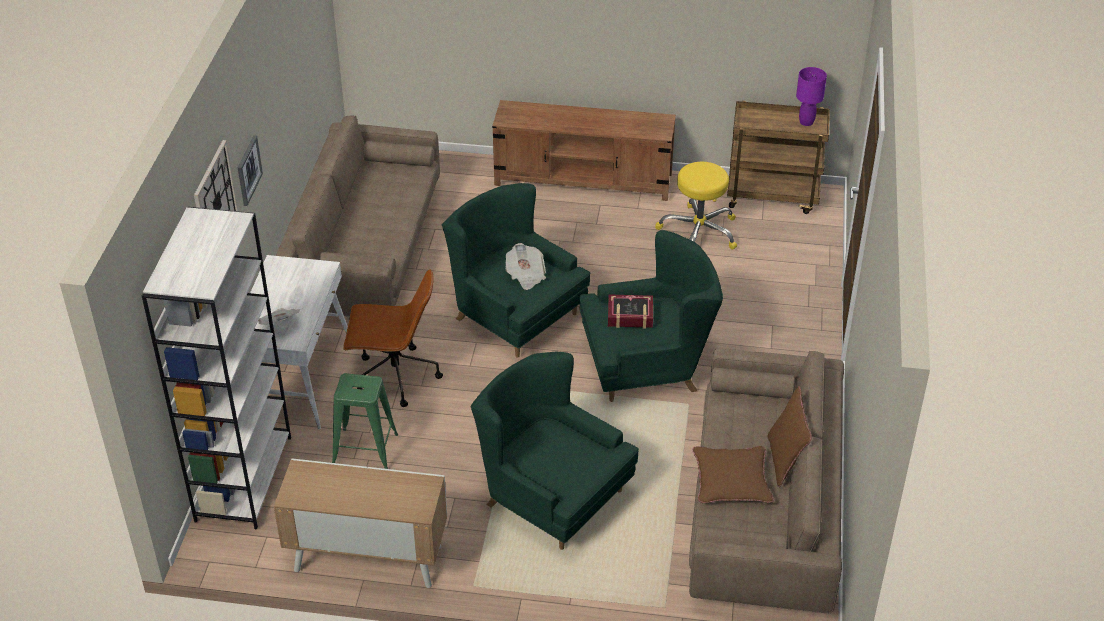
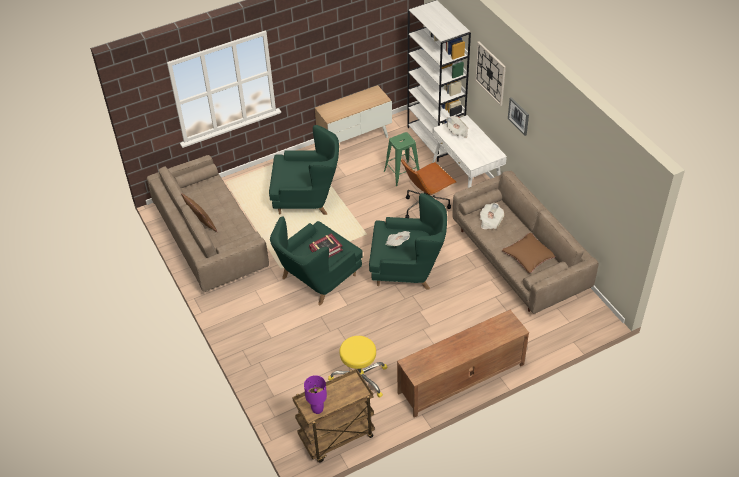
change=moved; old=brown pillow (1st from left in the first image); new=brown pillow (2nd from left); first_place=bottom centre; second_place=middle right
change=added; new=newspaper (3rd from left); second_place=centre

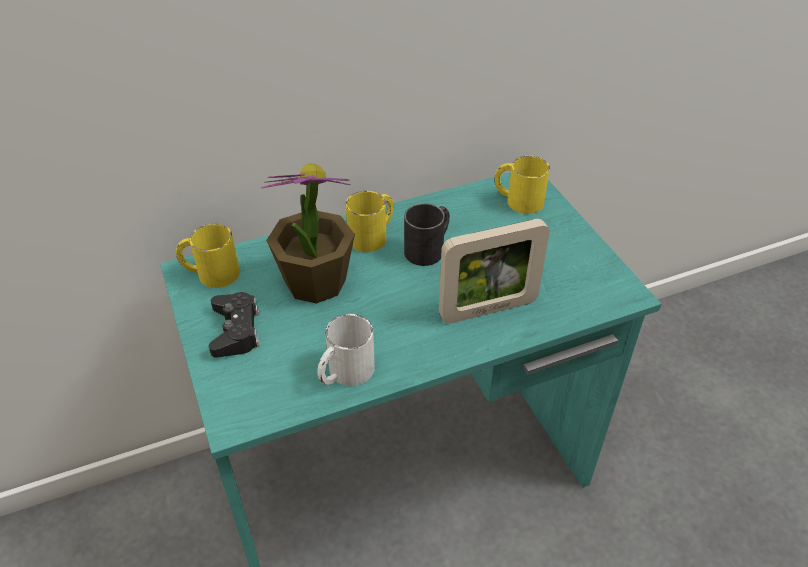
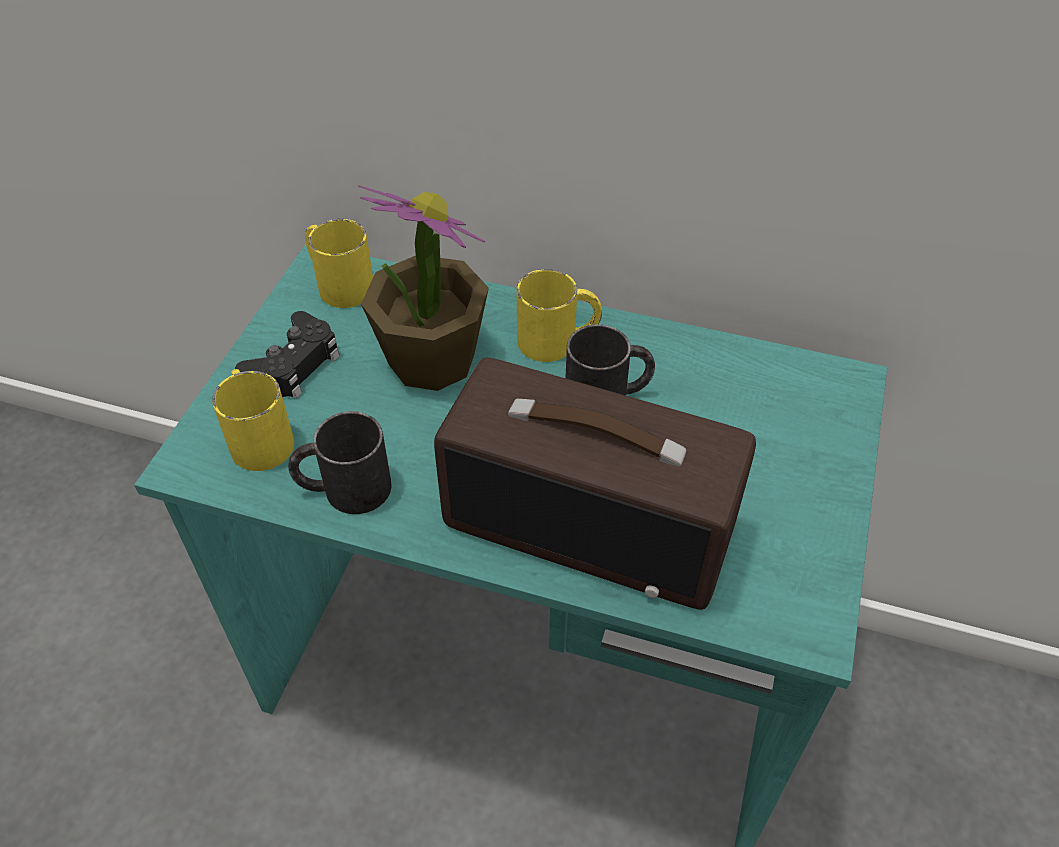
change=recoloured; old=white mug; new=black mug (1st from left); first_place=centre; second_place=middle left
change=replaced; old=picture frame; new=radio; first_place=centre; second_place=centre
change=moved; old=yellow mug (3rd from left in the first image); new=yellow mug (1st from left); first_place=top centre; second_place=middle left

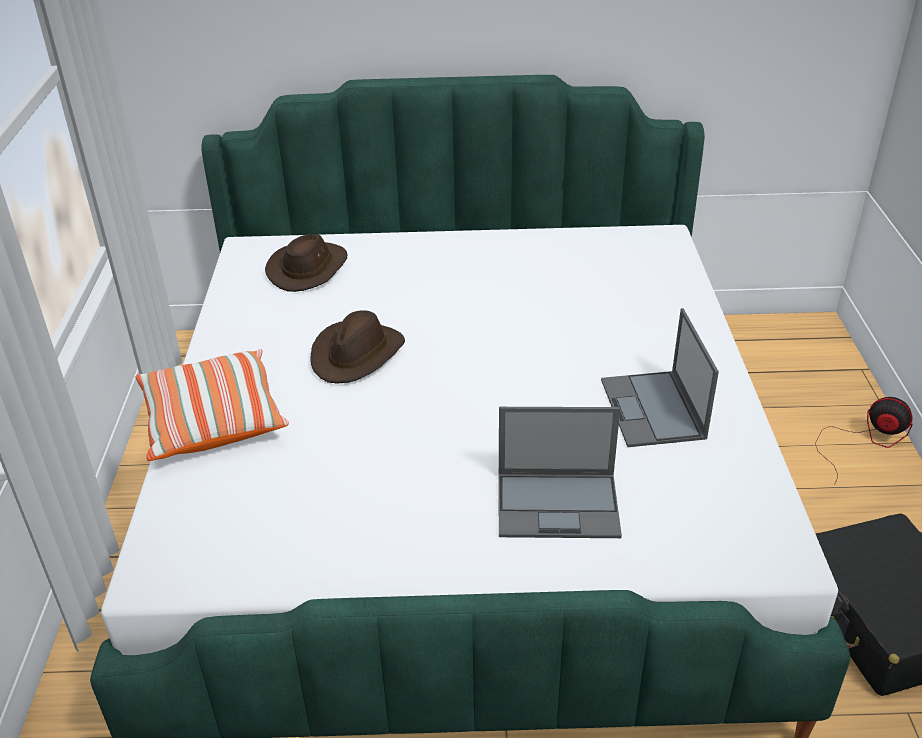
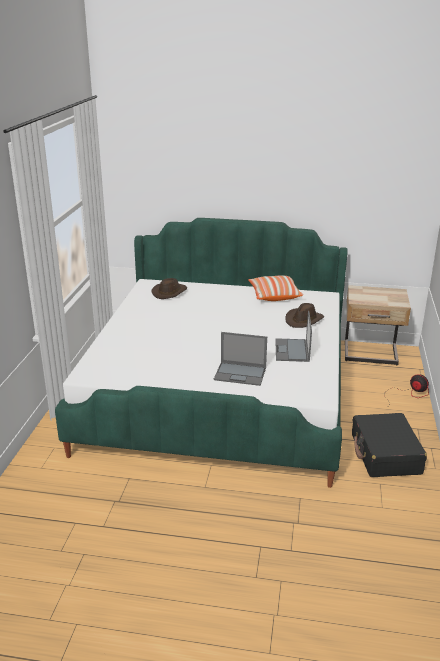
change=moved; old=pillow; first_place=middle left; second_place=centre
change=moved; old=brown hat (2nd from left); first_place=centre; second_place=middle right
change=added; new=beige nightstand; second_place=middle right

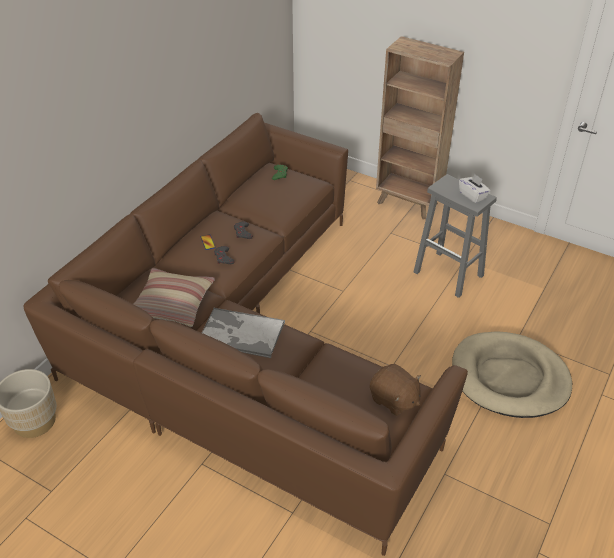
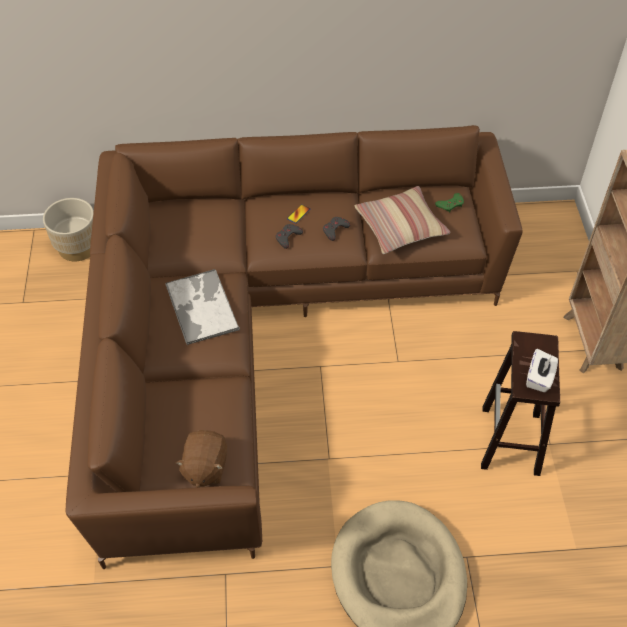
change=moved; old=pillow; first_place=middle left; second_place=centre
change=recoloured; old=grey stool; new=brown stool; first_place=middle right; second_place=middle right

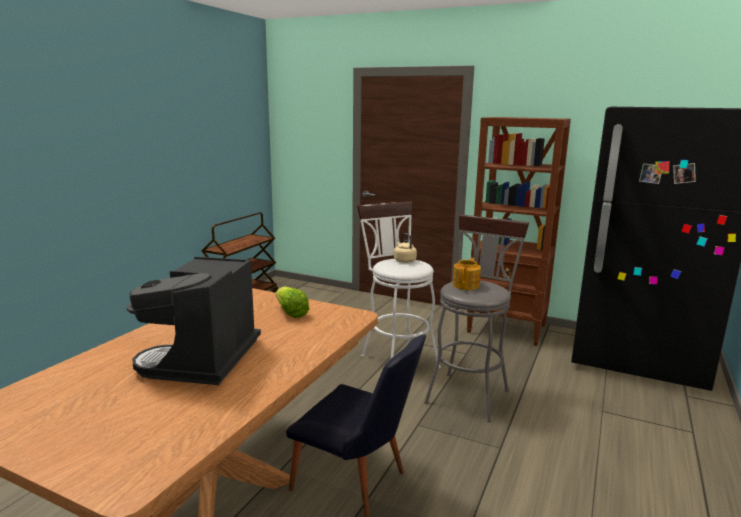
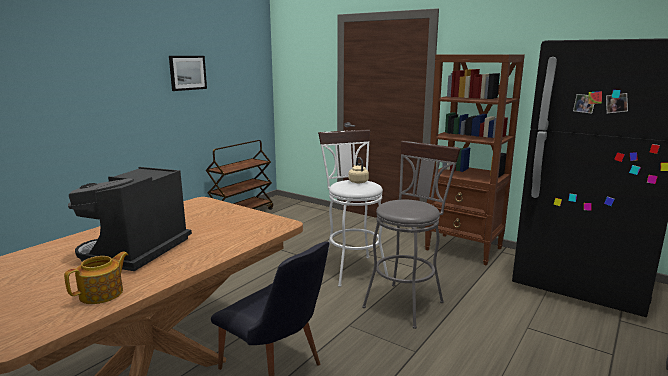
change=removed; old=lettuce; first_place=centre
change=moved; old=teapot; first_place=centre; second_place=bottom left
change=added; new=picture; second_place=top left

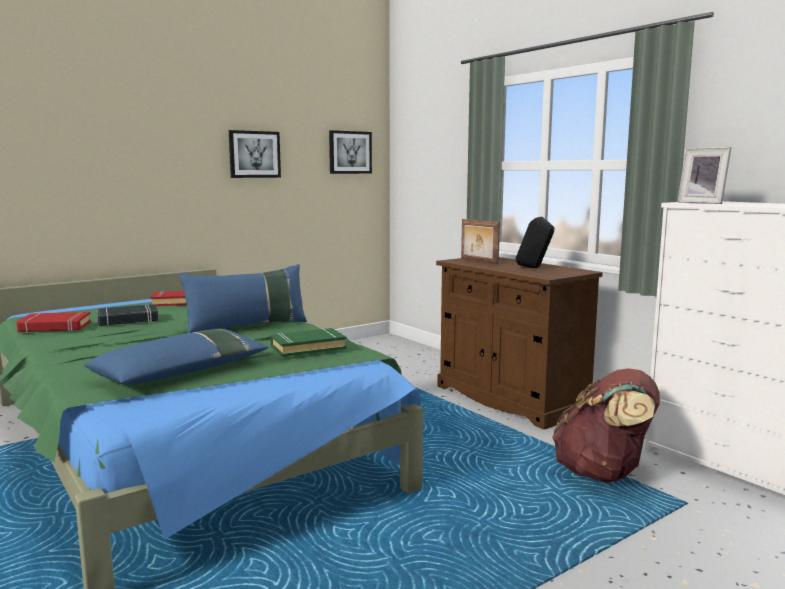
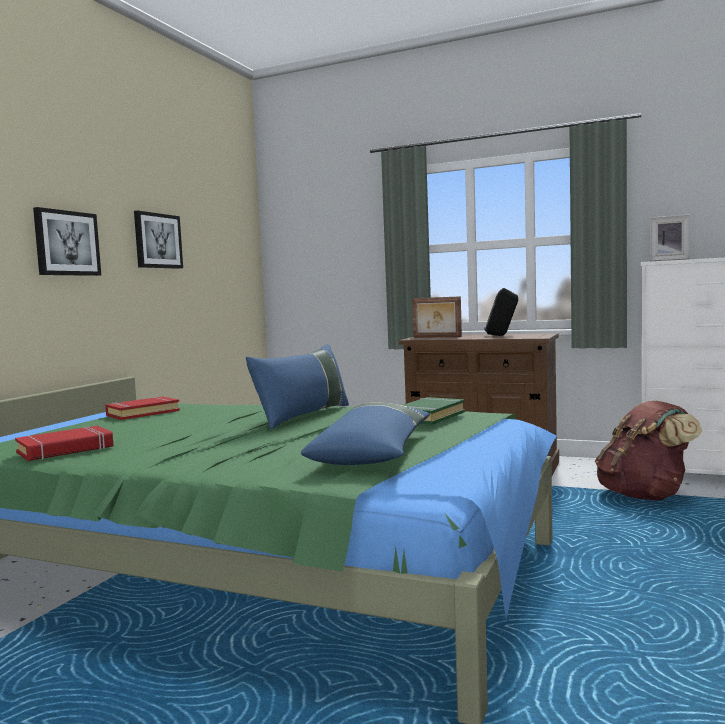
change=removed; old=black book; first_place=middle left
change=moved; old=picture (2nd from left in the first image); new=picture (1st from left); first_place=top centre; second_place=top left

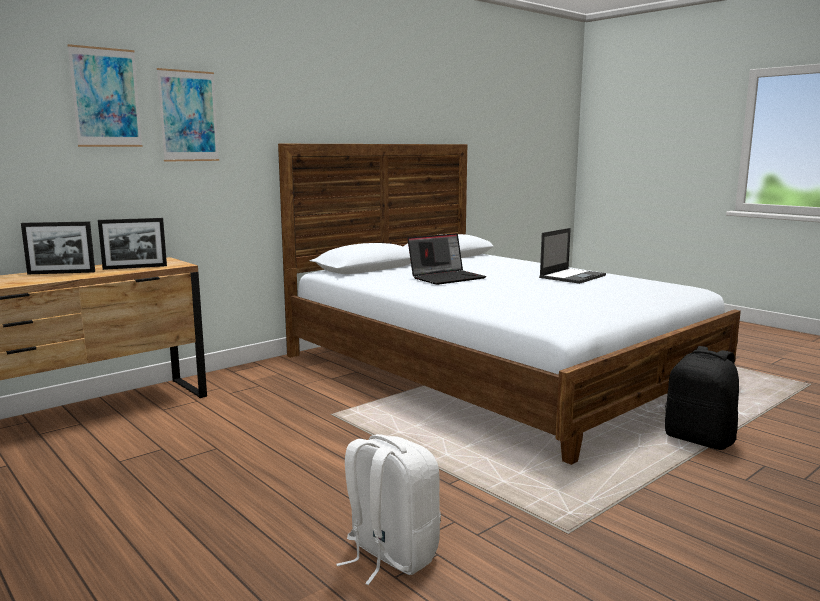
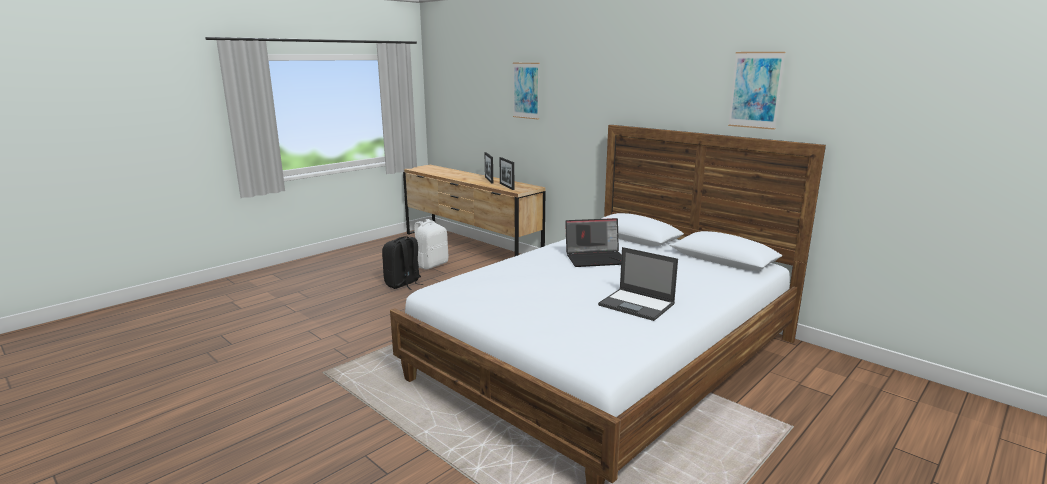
change=moved; old=picture (2nd from left); first_place=top left; second_place=top right
change=moved; old=white backpack; first_place=bottom centre; second_place=centre
change=turned; old=laptop (1st from left); first_place=centre; second_place=centre; degrees=-60
change=moved; old=black backpack; first_place=middle right; second_place=centre

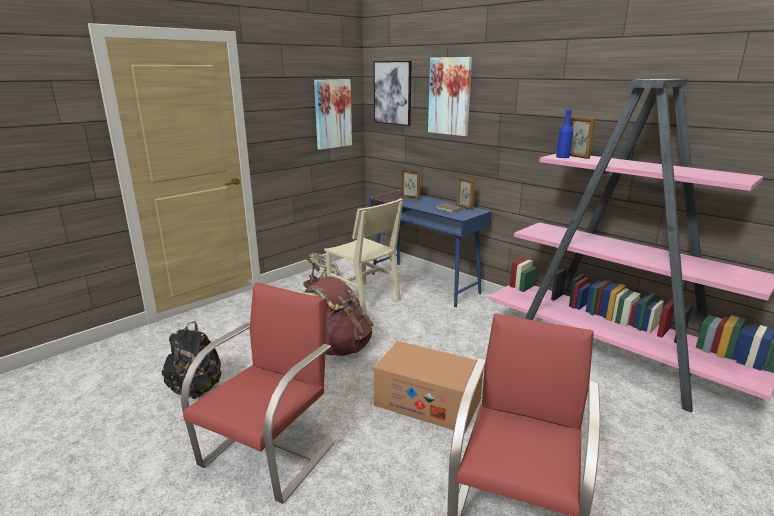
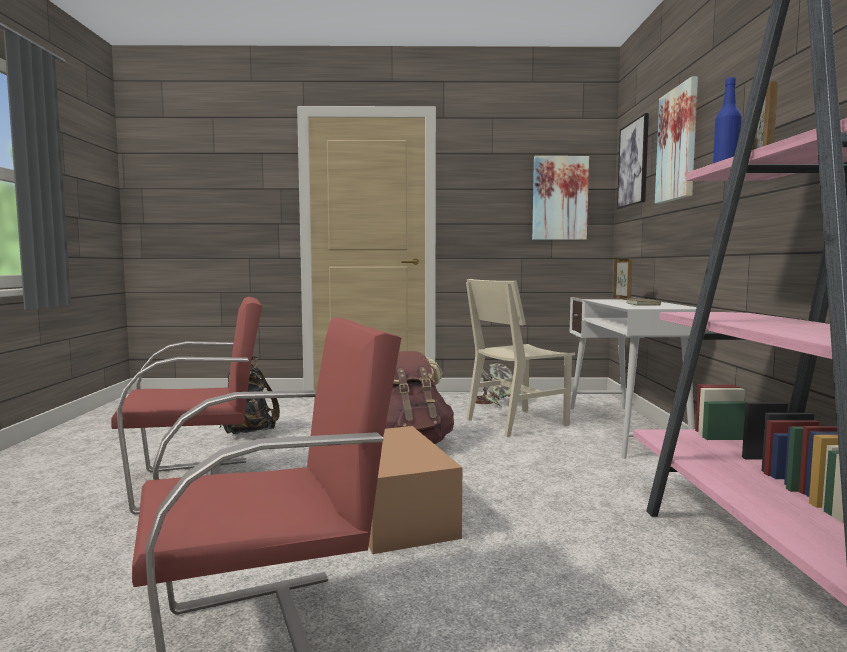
change=turned; old=beige chair; first_place=centre; second_place=centre; degrees=60
change=recoloured; old=blue desk; new=white desk; first_place=centre; second_place=middle right
change=removed; old=picture frame (2nd from left); first_place=centre

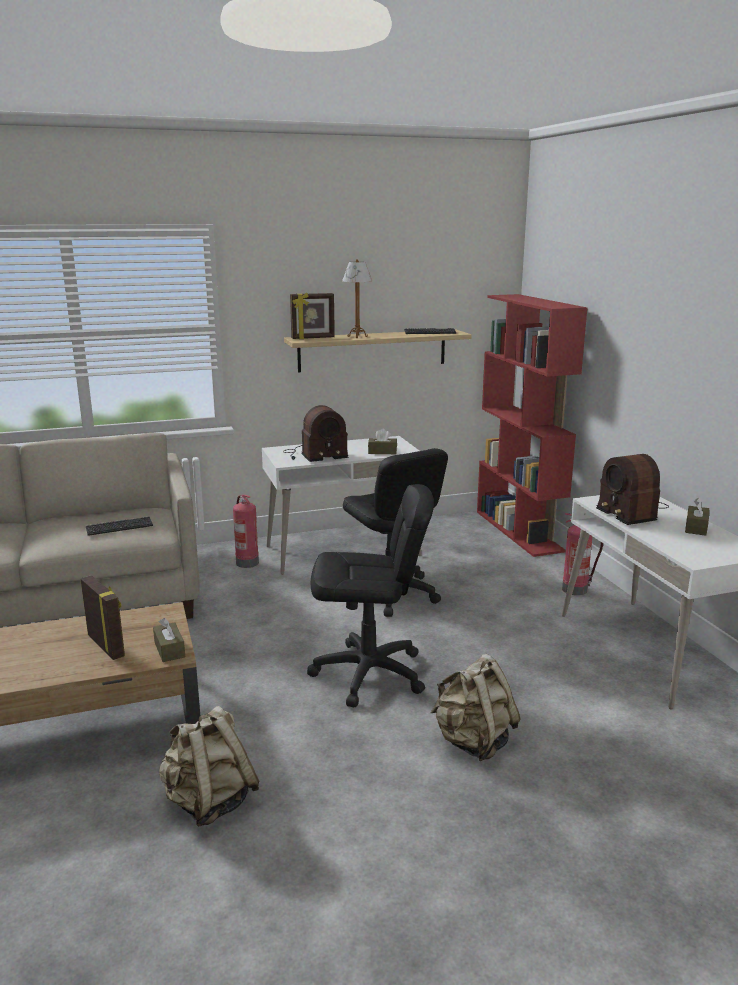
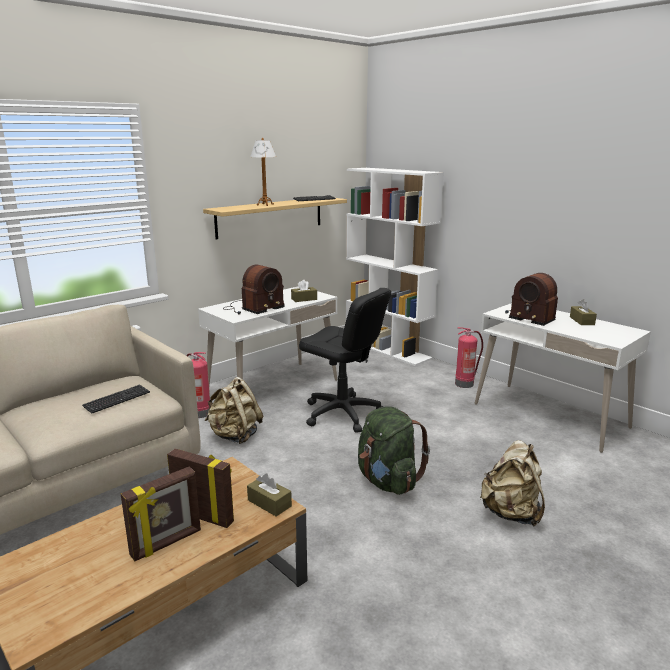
change=moved; old=beige backpack (1st from left); first_place=bottom left; second_place=centre
change=moved; old=picture frame (2nd from left in the first image); new=picture frame (1st from left); first_place=top centre; second_place=bottom left
change=replaced; old=black office chair (1st from left); new=green backpack; first_place=centre; second_place=bottom centre
change=recoloured; old=red bookcase; new=white bookcase; first_place=middle right; second_place=centre

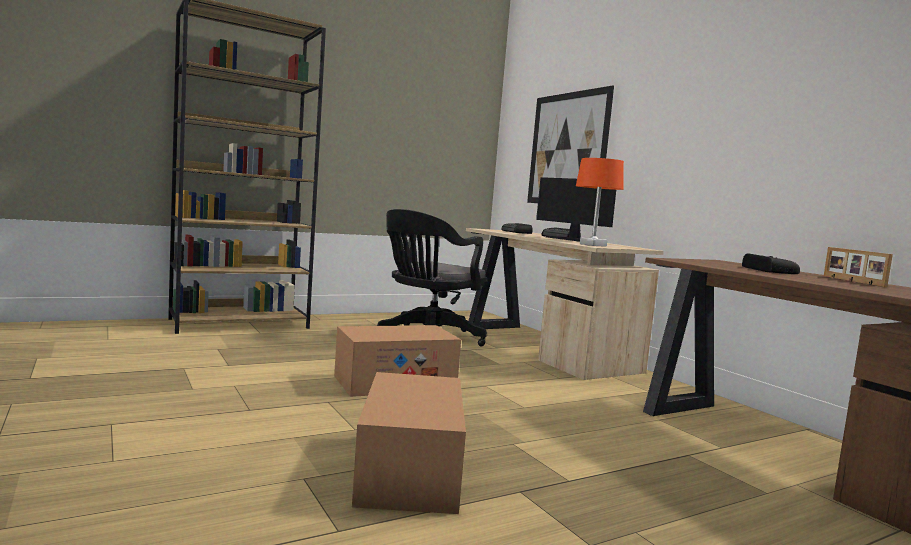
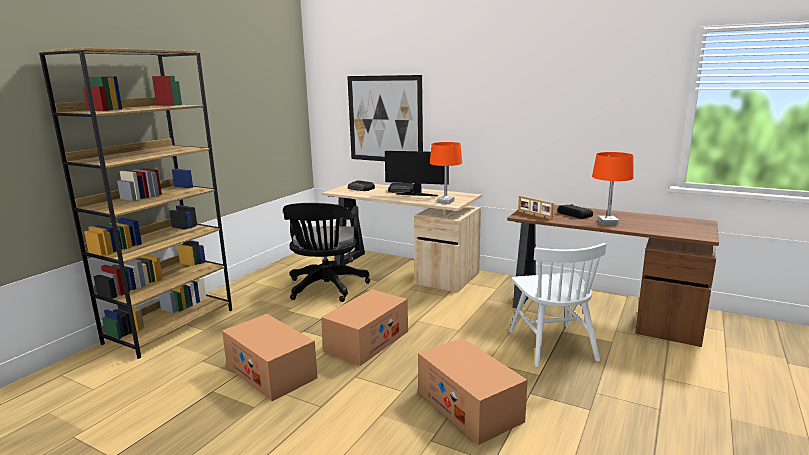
change=moved; old=picture frame; first_place=middle right; second_place=centre
change=added; new=cardboard box (1st from left); second_place=bottom centre
change=added; new=white chair; second_place=bottom right
change=added; new=orange table lamp (2nd from left); second_place=middle right

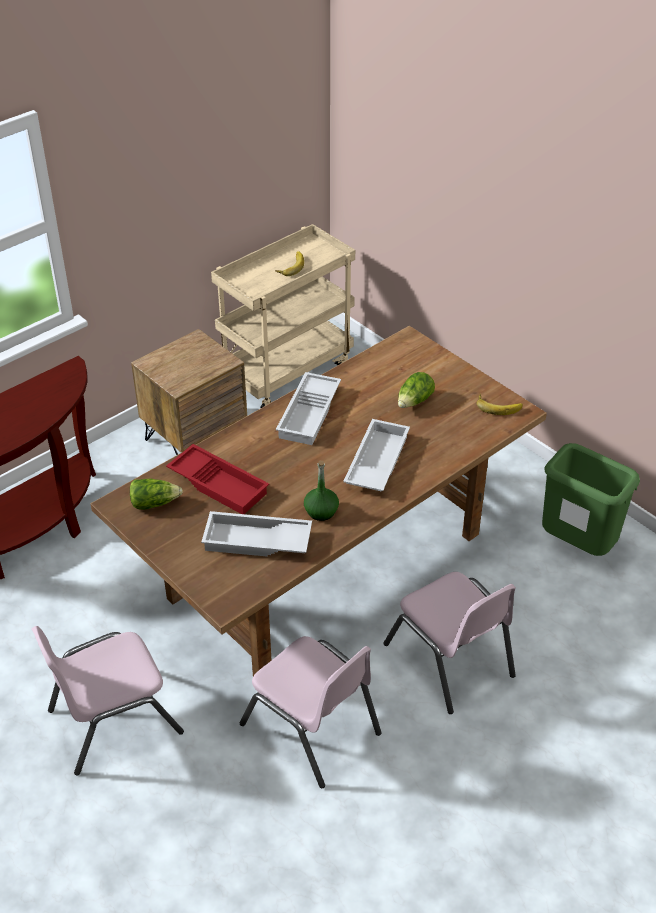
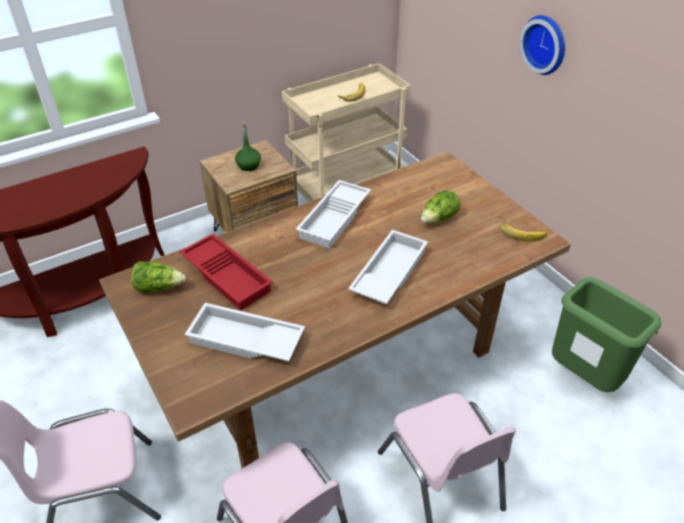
change=moved; old=green bottle; first_place=centre; second_place=top centre
change=added; new=wall clock; second_place=top right

